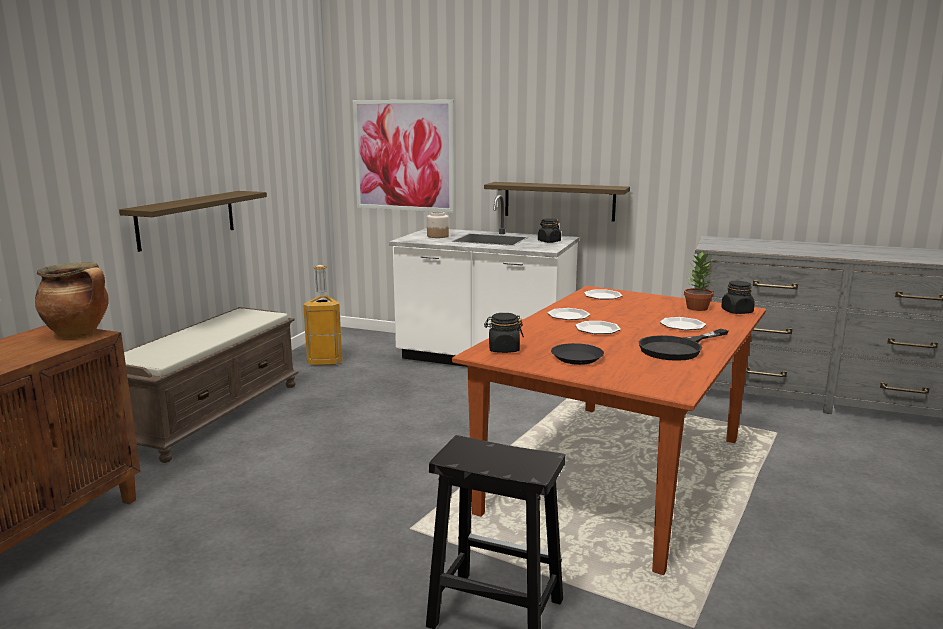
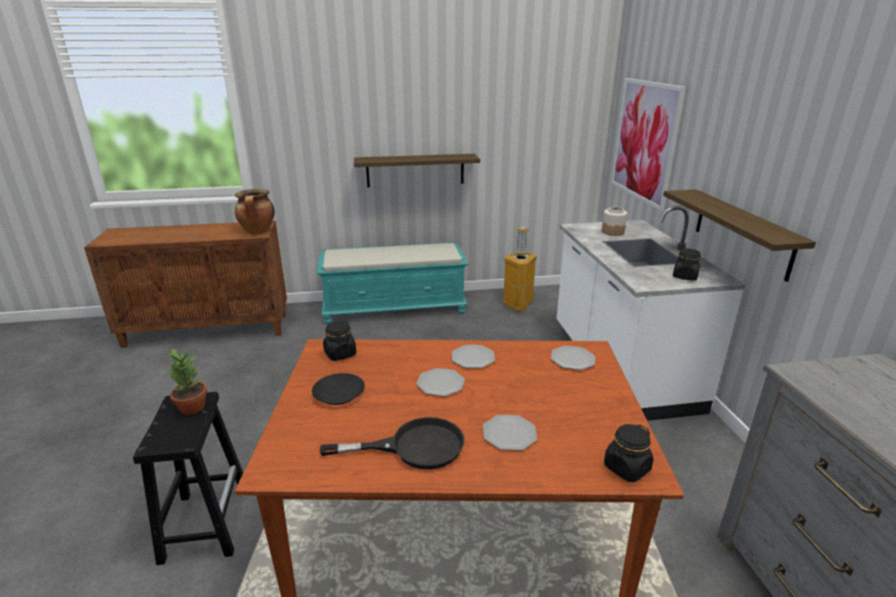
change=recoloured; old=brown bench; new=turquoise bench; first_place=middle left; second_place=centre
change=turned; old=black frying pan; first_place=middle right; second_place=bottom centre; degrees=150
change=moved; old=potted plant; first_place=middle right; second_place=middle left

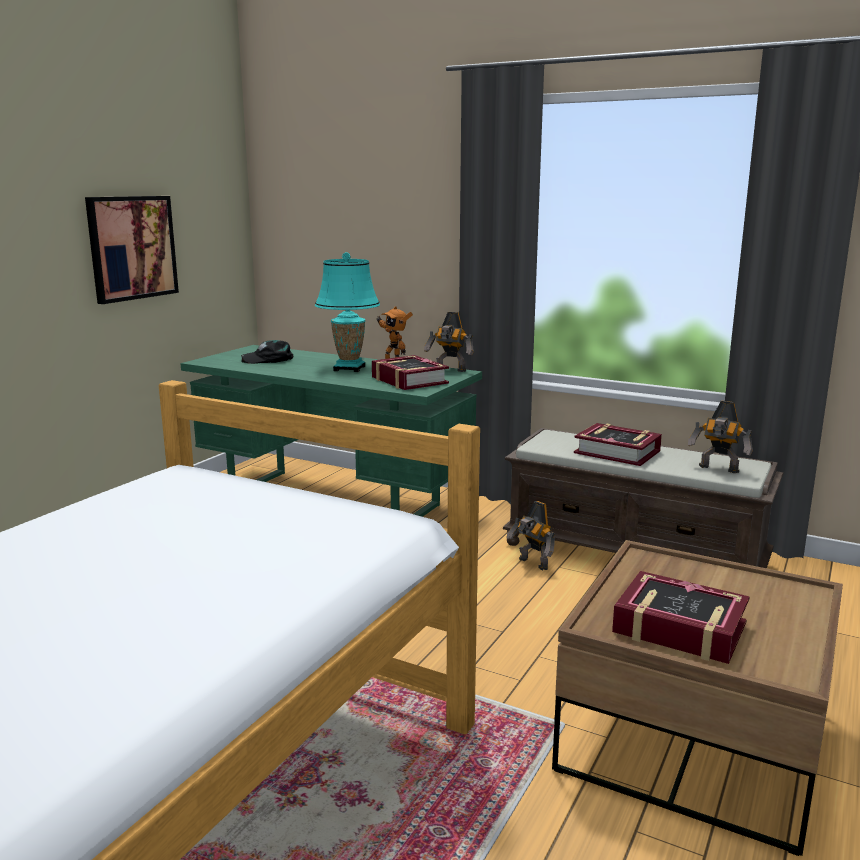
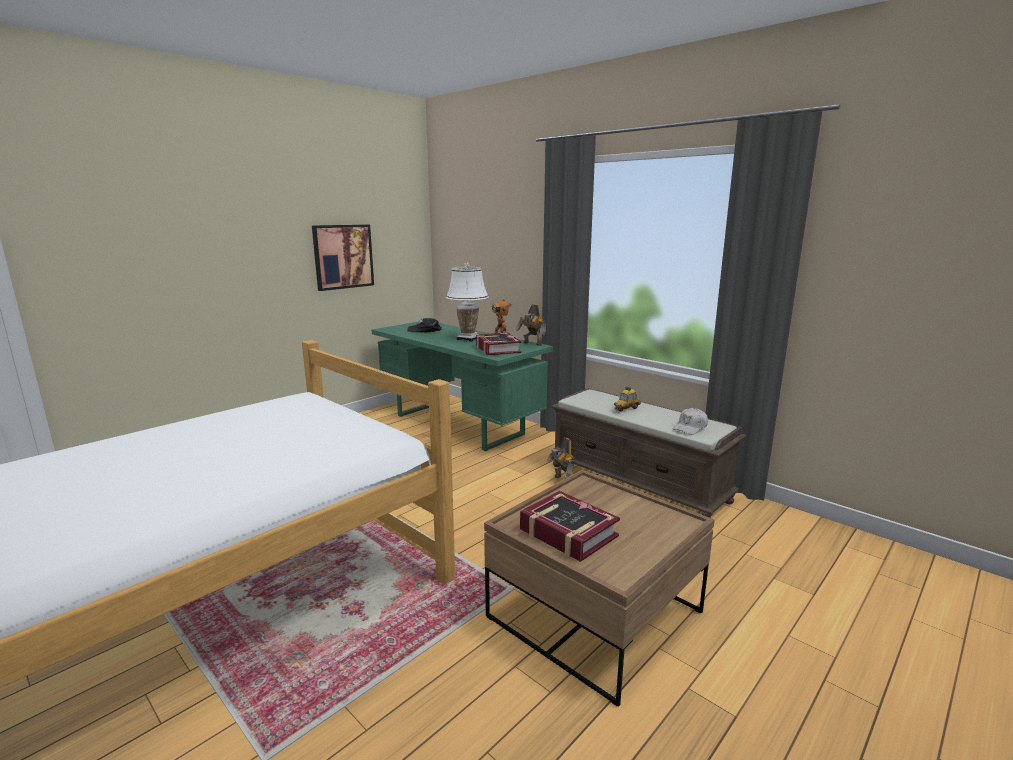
change=recoloured; old=turquoise table lamp; new=white table lamp; first_place=centre; second_place=centre
change=replaced; old=book (2nd from left); new=toy car; first_place=middle right; second_place=centre
change=replaced; old=toy robot (4th from left); new=white cap; first_place=middle right; second_place=middle right

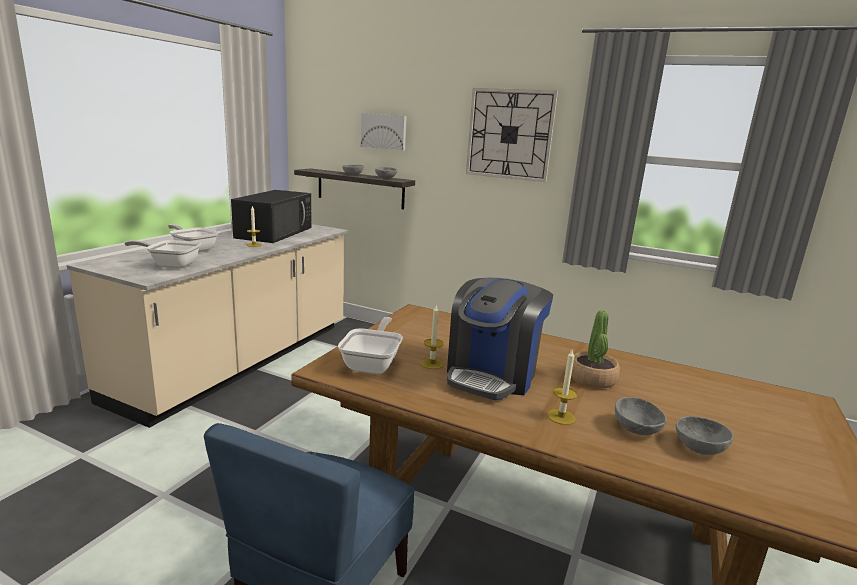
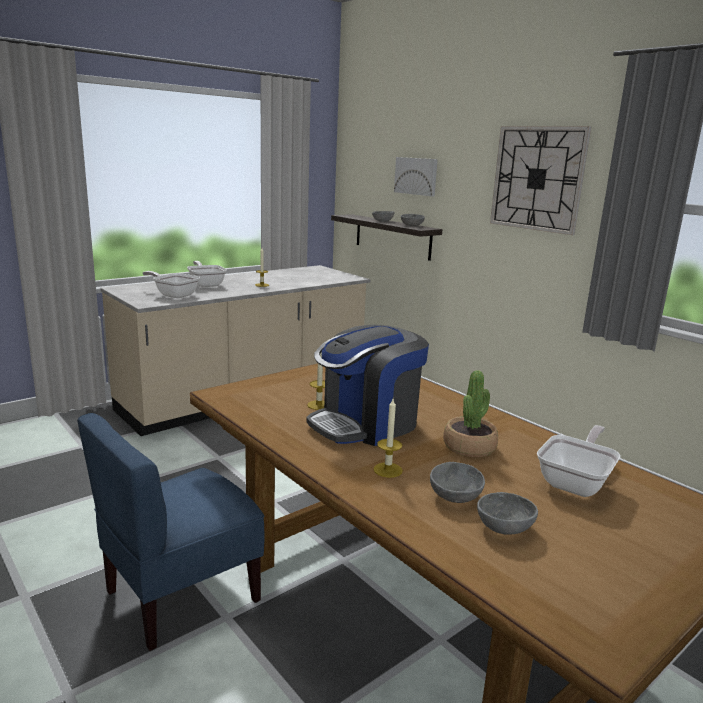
change=removed; old=black microwave; first_place=middle left
change=moved; old=frying pan (3rd from left); first_place=centre; second_place=middle right

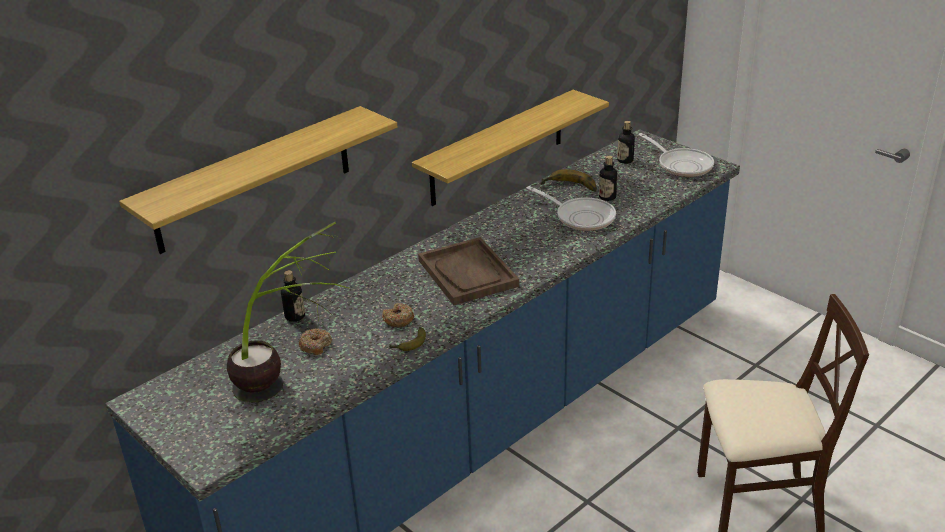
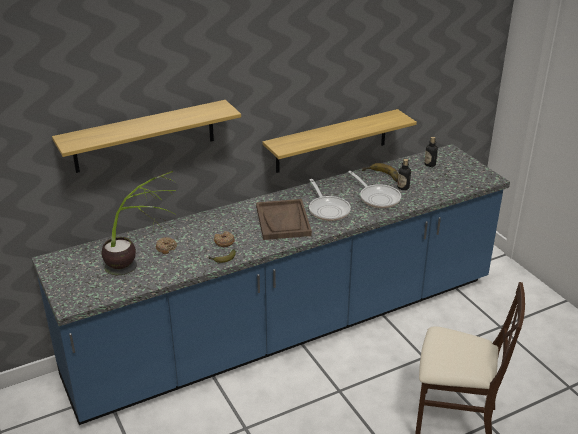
change=removed; old=bottle (1st from left); first_place=middle left
change=moved; old=frying pan (2nd from left in the first image); new=frying pan (1st from left); first_place=top right; second_place=centre

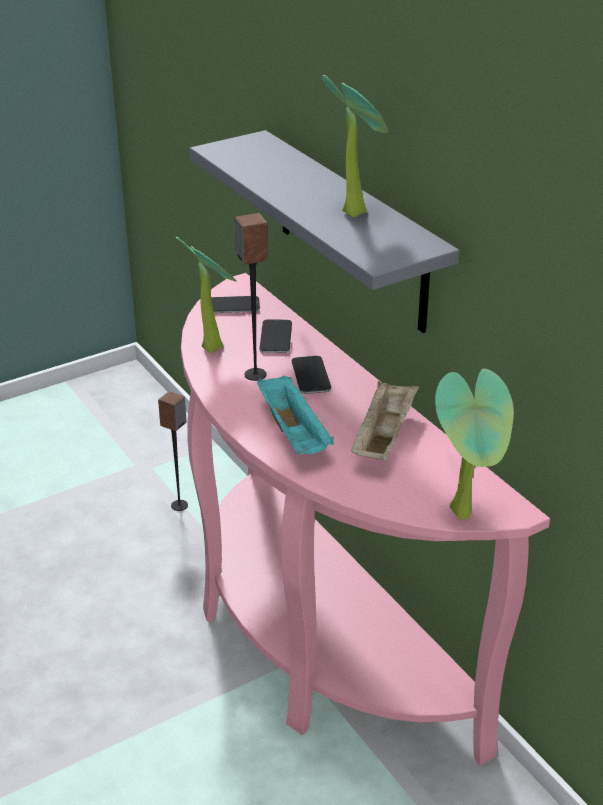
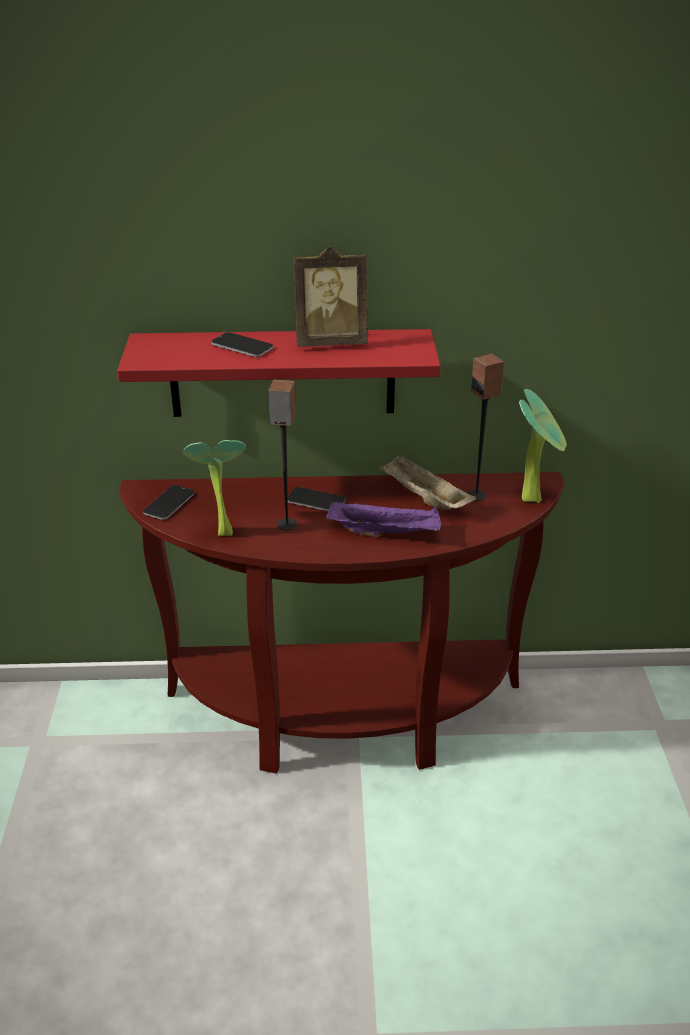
change=moved; old=speaker (1st from left in the first image); new=speaker (2nd from left); first_place=middle left; second_place=middle right
change=recoloured; old=pink console table; new=brown console table; first_place=centre; second_place=centre
change=recoloured; old=grey shelf; new=red shelf; first_place=top centre; second_place=centre
change=recoloured; old=turquoise tray; new=purple tray; first_place=centre; second_place=centre
change=moved; old=phone (2nd from left); first_place=centre; second_place=top centre
change=replaced; old=potted plant (2nd from left); new=picture frame; first_place=top centre; second_place=top centre

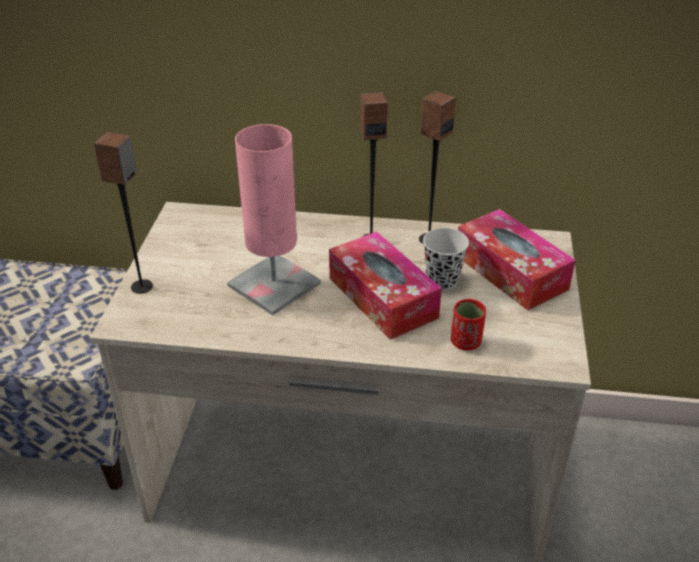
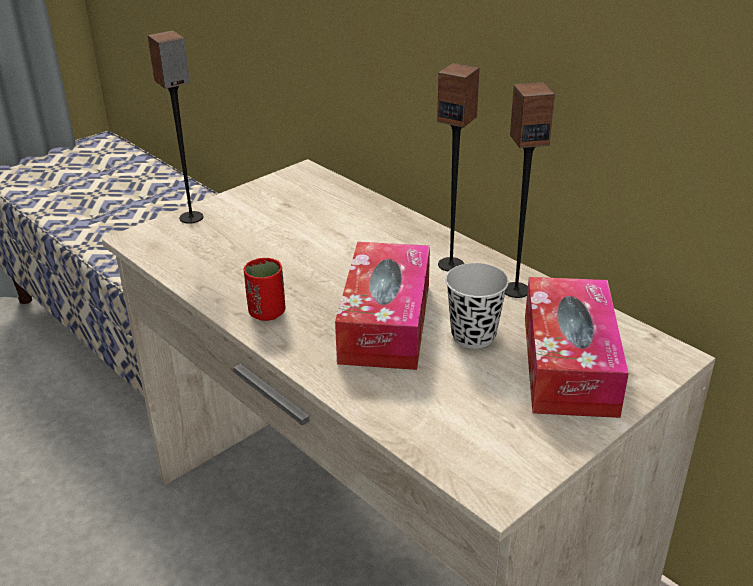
change=removed; old=pink table lamp; first_place=centre
change=moved; old=red cup; first_place=middle right; second_place=centre

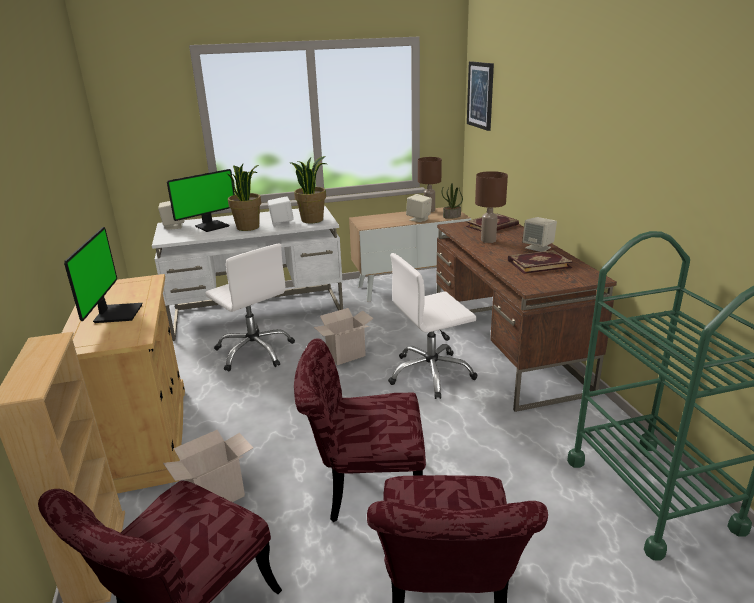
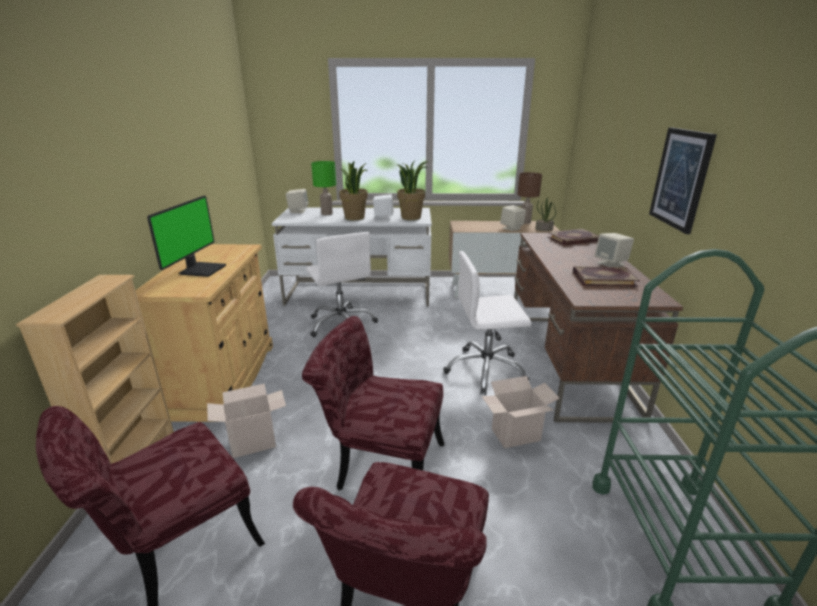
change=replaced; old=monitor (2nd from left); new=green table lamp; first_place=top left; second_place=top centre
change=moved; old=cardboard box (2nd from left); first_place=centre; second_place=bottom centre
change=moved; old=picture; first_place=top centre; second_place=top right
change=removed; old=brown table lamp (2nd from left); first_place=centre

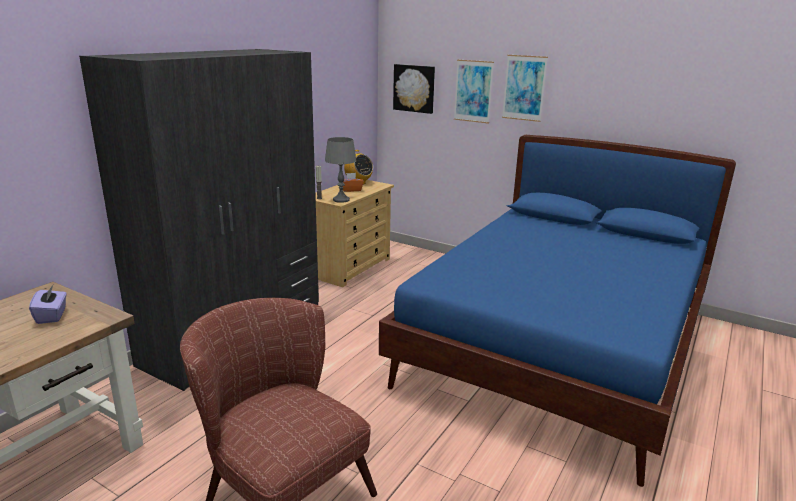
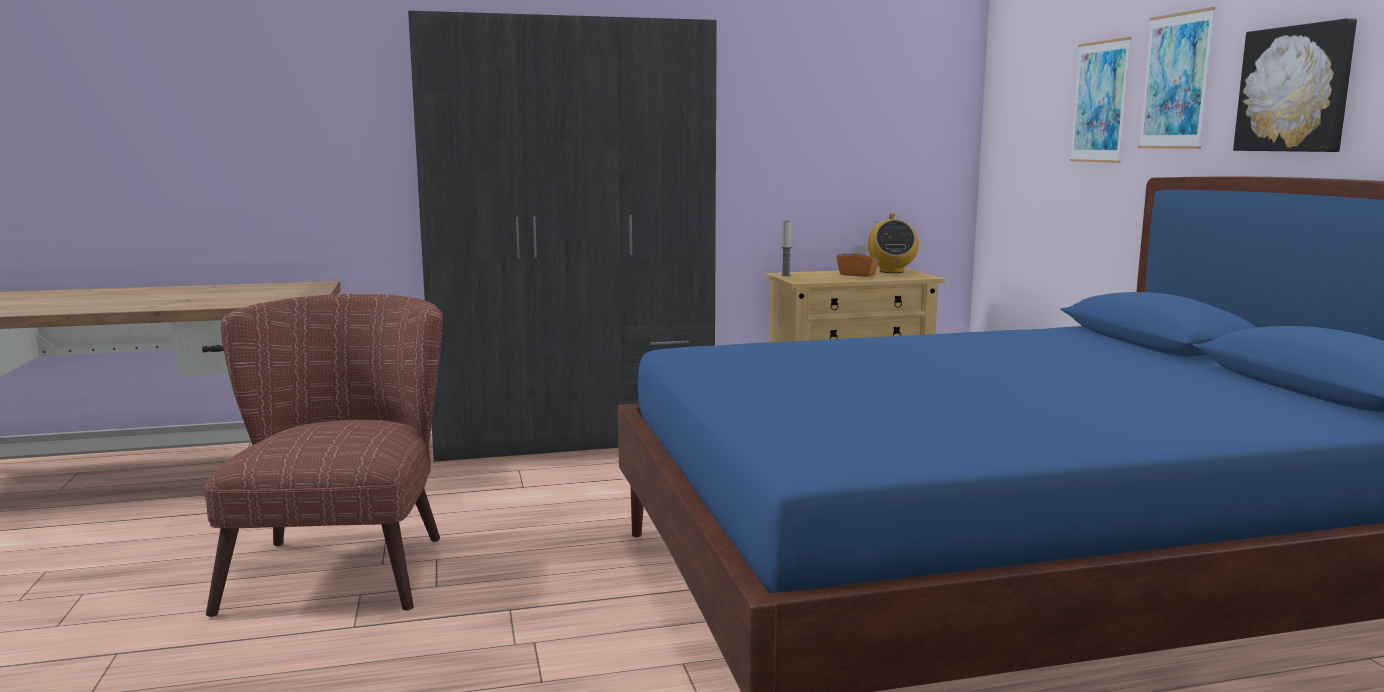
change=removed; old=purple tissue box; first_place=middle left
change=removed; old=grey table lamp; first_place=centre
change=moved; old=picture (1st from left in the first image); new=picture (3rd from left); first_place=top centre; second_place=top right

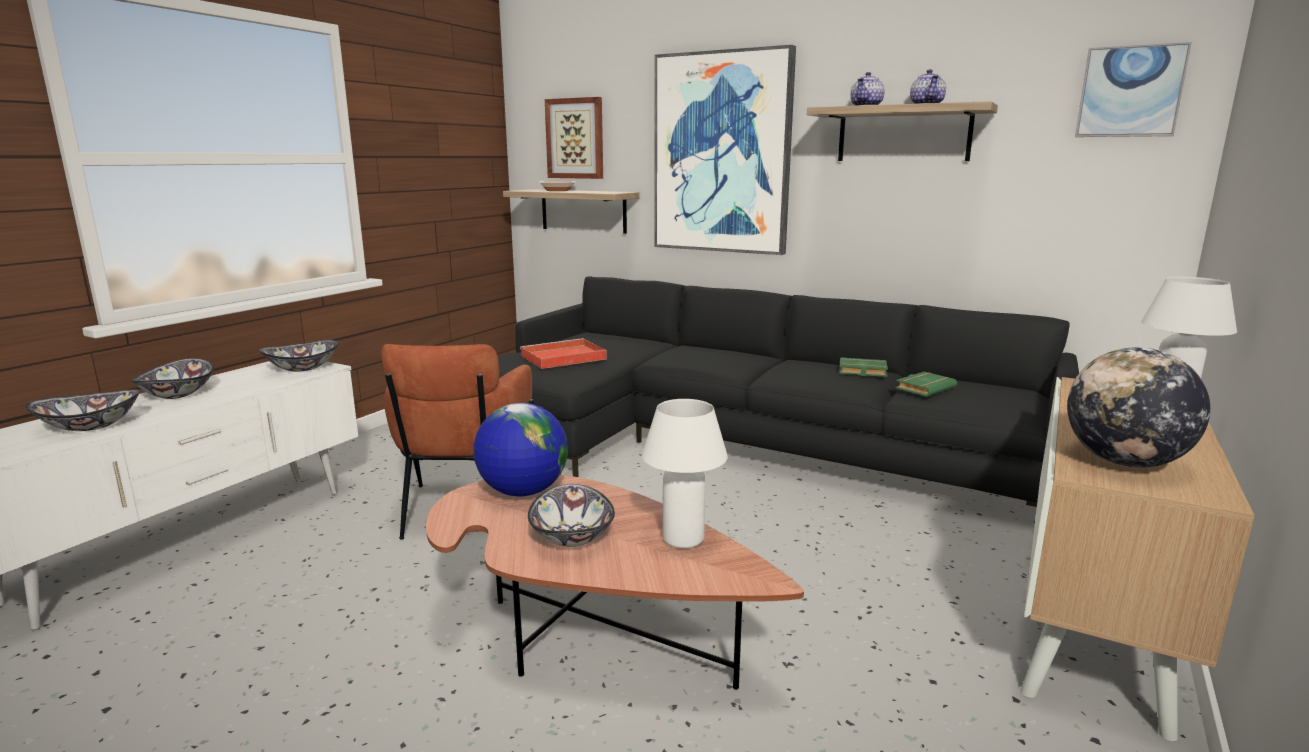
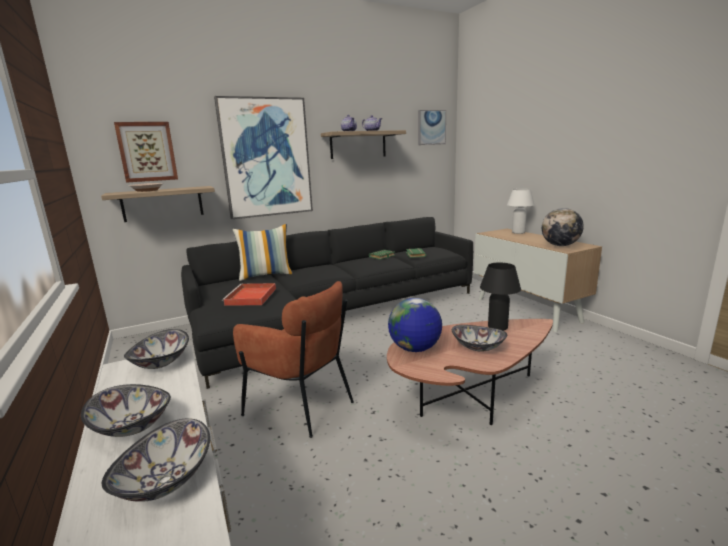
change=recoloured; old=white table lamp (1st from left); new=black table lamp; first_place=centre; second_place=middle right
change=added; new=pillow; second_place=centre

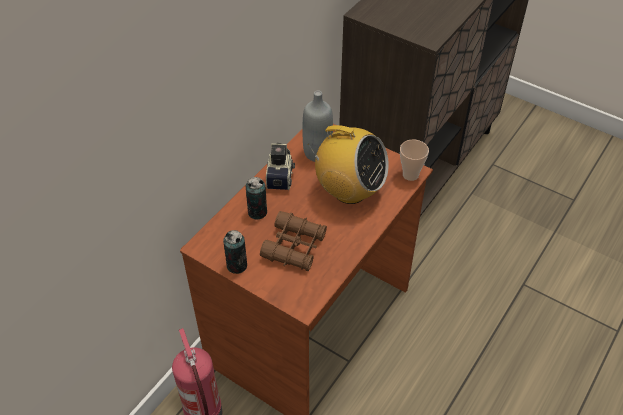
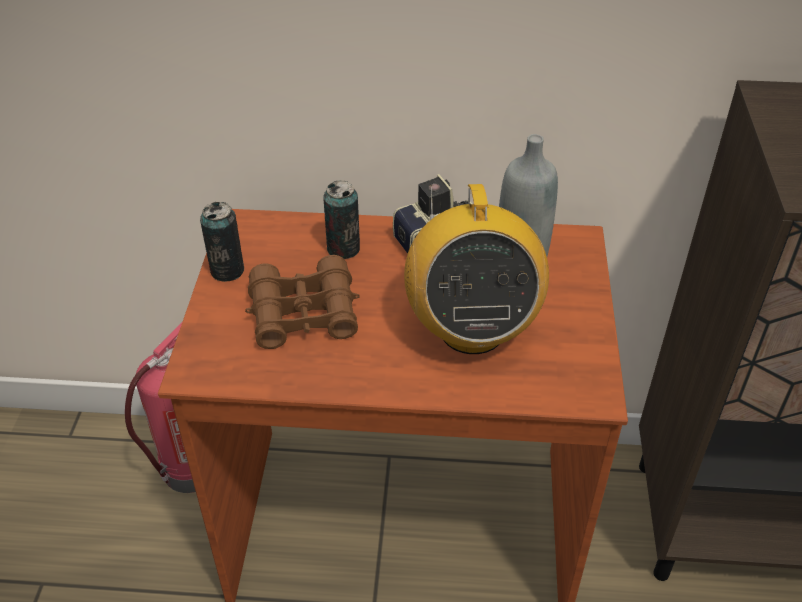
change=removed; old=cup; first_place=centre

